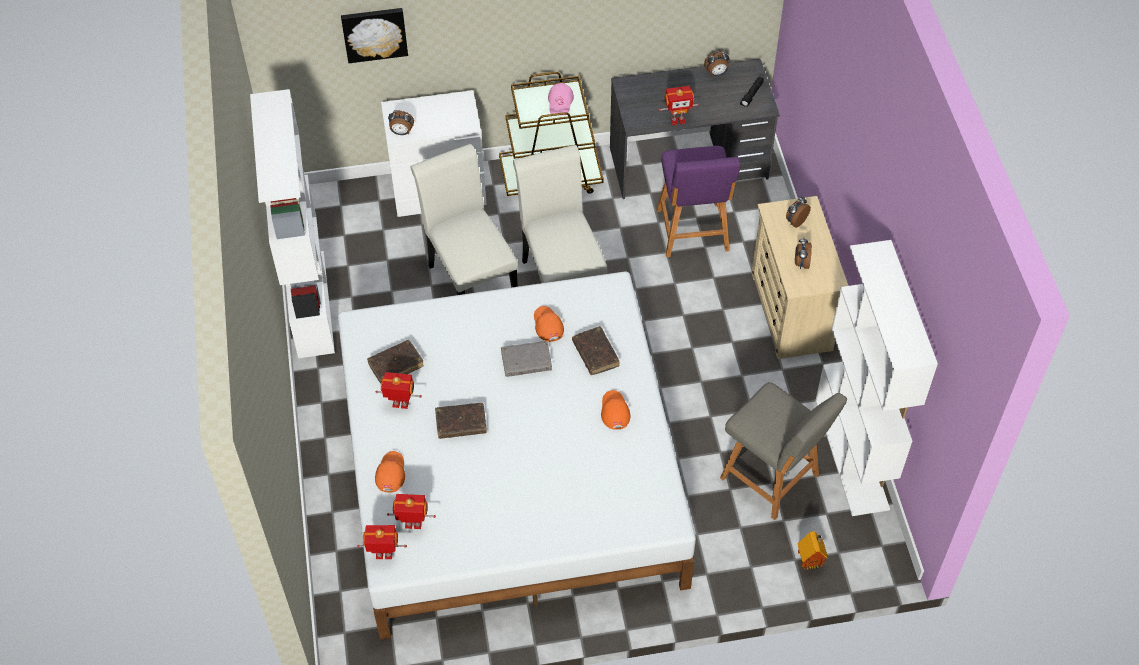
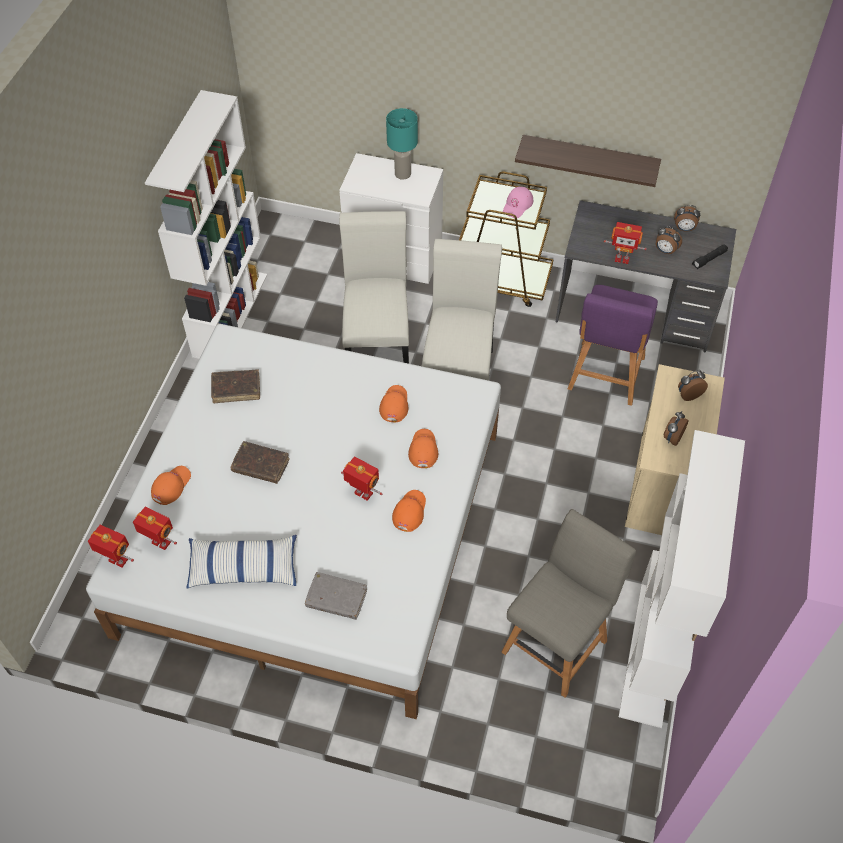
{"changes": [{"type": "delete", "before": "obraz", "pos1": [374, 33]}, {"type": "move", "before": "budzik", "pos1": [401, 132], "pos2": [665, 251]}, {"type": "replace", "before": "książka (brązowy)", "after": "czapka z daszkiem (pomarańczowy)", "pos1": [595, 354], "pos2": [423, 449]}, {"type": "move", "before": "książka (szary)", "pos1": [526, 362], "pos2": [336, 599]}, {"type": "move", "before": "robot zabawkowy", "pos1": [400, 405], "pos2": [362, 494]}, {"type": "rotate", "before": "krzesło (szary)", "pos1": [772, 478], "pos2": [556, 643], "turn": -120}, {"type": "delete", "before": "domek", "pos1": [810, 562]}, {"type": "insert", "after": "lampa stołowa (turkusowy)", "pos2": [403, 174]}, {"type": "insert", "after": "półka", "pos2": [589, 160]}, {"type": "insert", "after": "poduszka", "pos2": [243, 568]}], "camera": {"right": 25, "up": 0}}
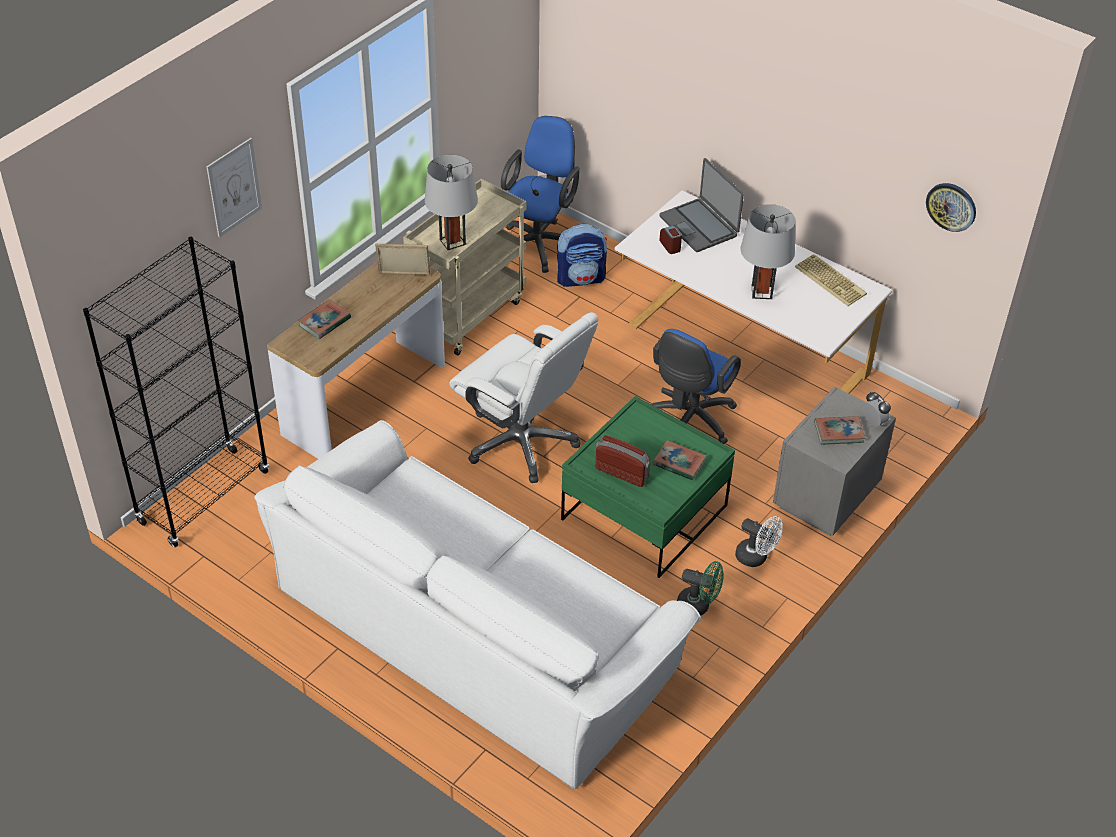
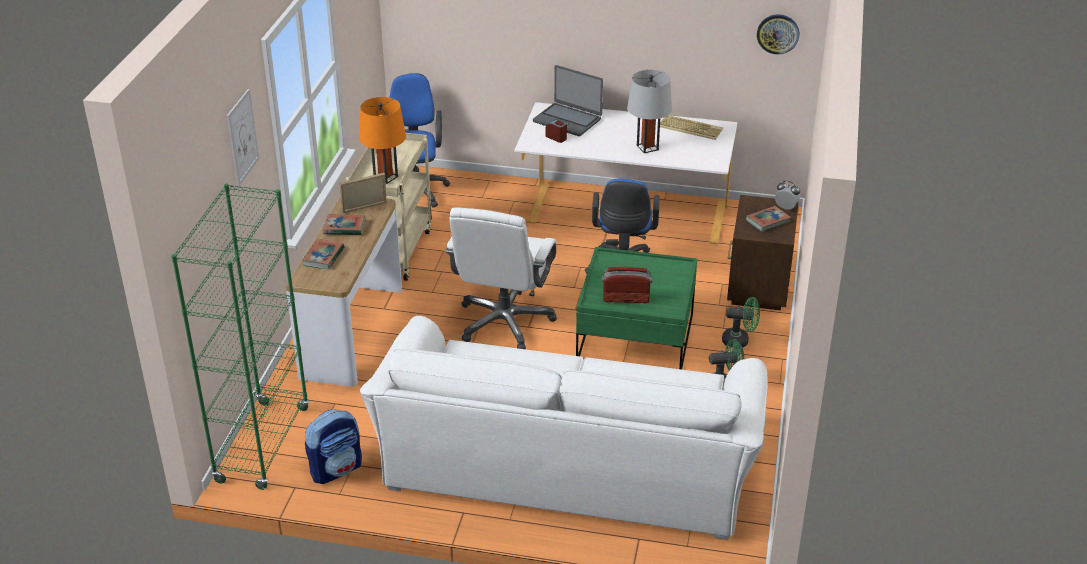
{"changes": [{"type": "recolor", "before": "lampa stołowa (szary)", "after": "lampa stołowa (pomarańczowy)", "pos1": [452, 242], "pos2": [385, 177]}, {"type": "move", "before": "plecak", "pos1": [581, 278], "pos2": [336, 469]}, {"type": "recolor", "before": "regał (czarny)", "after": "regał (zielony)", "pos1": [204, 497], "pos2": [263, 445]}, {"type": "rotate", "before": "krzesło biurowe (biały)", "pos1": [522, 442], "pos2": [504, 322], "turn": 90}, {"type": "recolor", "before": "szafka nocna (szary)", "after": "szafka nocna (brązowy)", "pos1": [823, 498], "pos2": [757, 288]}, {"type": "move", "before": "książka", "pos1": [679, 463], "pos2": [344, 227]}, {"type": "recolor", "before": "wentylator (biały)", "after": "wentylator (zielony)", "pos1": [756, 557], "pos2": [740, 341]}], "camera": {"right": -25, "up": -10}}
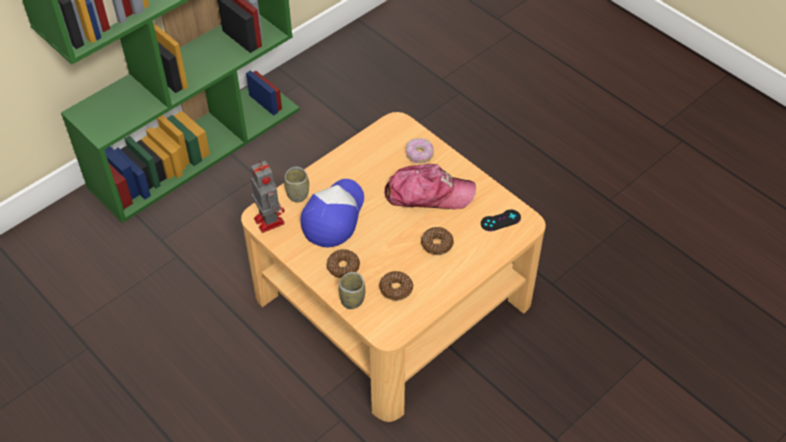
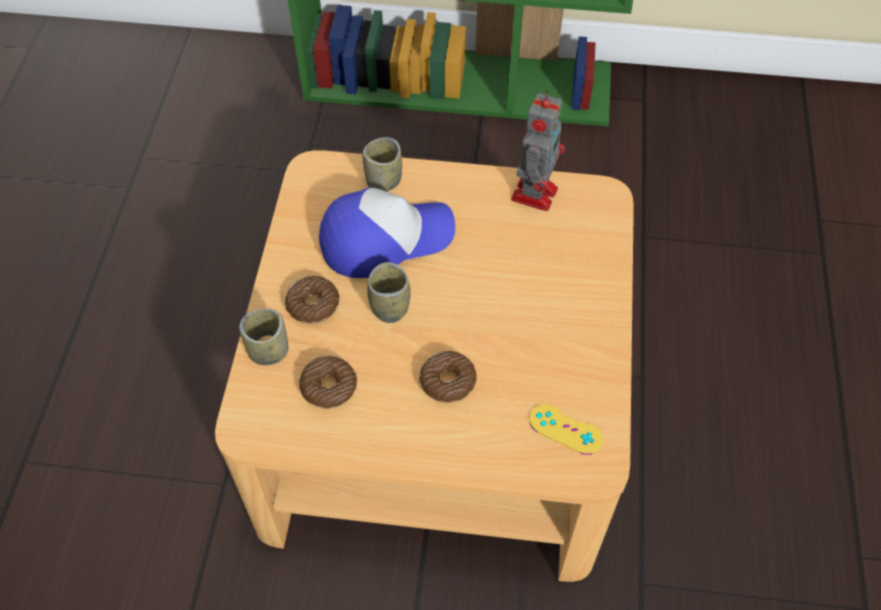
{"changes": [{"type": "delete", "before": "donut", "pos1": [419, 155]}, {"type": "move", "before": "robot zabawkowy", "pos1": [268, 220], "pos2": [535, 192]}, {"type": "delete", "before": "czapka z daszkiem", "pos1": [428, 194]}, {"type": "recolor", "before": "pad do gier (czarny)", "after": "pad do gier (żółty)", "pos1": [500, 220], "pos2": [565, 429]}, {"type": "insert", "after": "filiżanka", "pos2": [390, 308]}], "camera": {"right": 50, "up": 5}}
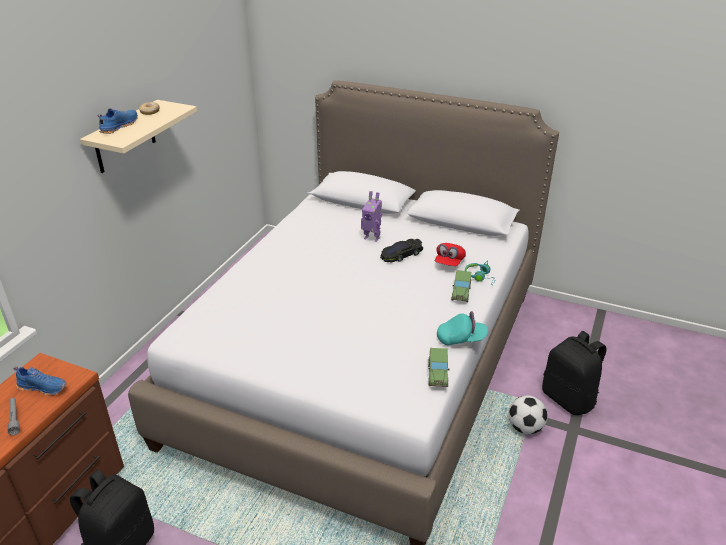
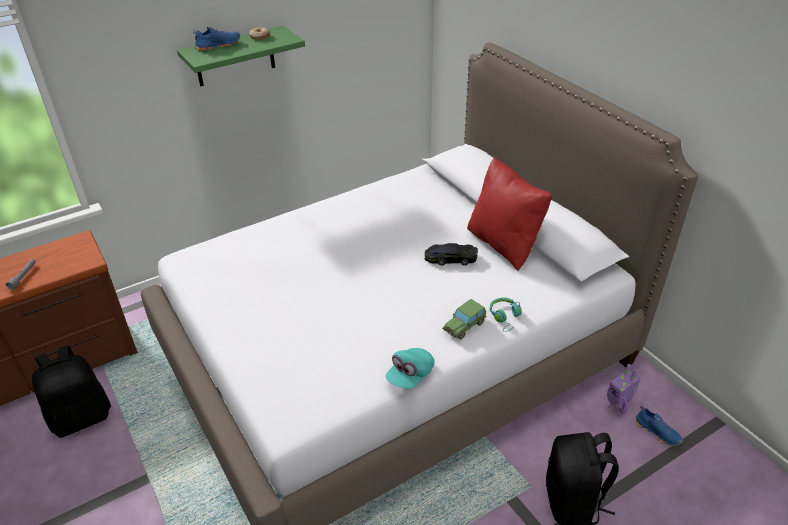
{"changes": [{"type": "recolor", "before": "półka (beżowy)", "after": "półka (zielony)", "pos1": [125, 137], "pos2": [235, 57]}, {"type": "move", "before": "robot zabawkowy", "pos1": [372, 237], "pos2": [617, 409]}, {"type": "delete", "before": "czapka z daszkiem (czerwony)", "pos1": [449, 262]}, {"type": "rotate", "before": "czapka z daszkiem (turkusowy)", "pos1": [461, 339], "pos2": [410, 375], "turn": 90}, {"type": "delete", "before": "samochodzik", "pos1": [437, 375]}, {"type": "move", "before": "but (niebieski)", "pos1": [43, 387], "pos2": [657, 431]}, {"type": "delete", "before": "piłka futbolowa", "pos1": [525, 428]}, {"type": "insert", "after": "poduszka (czerwony)", "pos2": [504, 244]}], "camera": {"right": 35, "up": 5}}
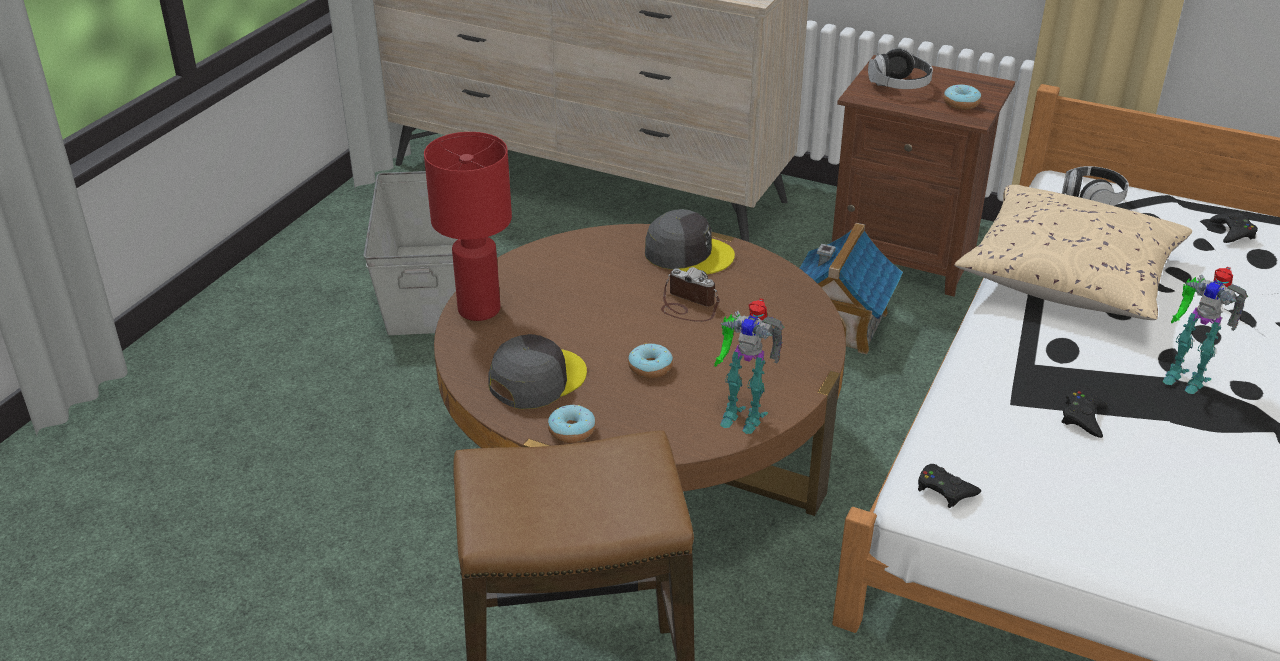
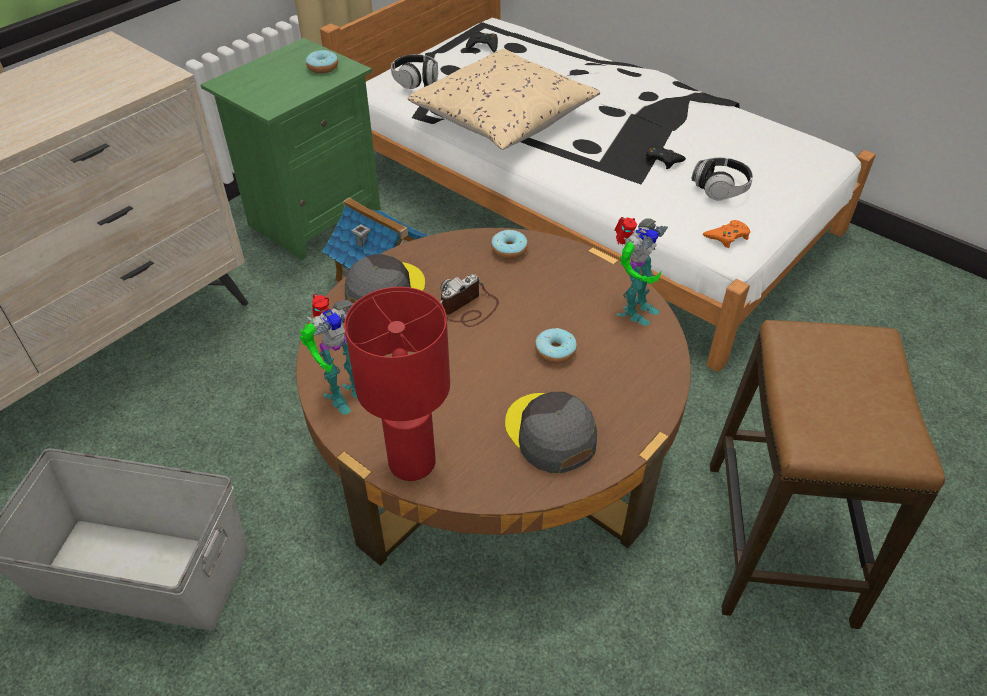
{"changes": [{"type": "move", "before": "słuchawki", "pos1": [899, 86], "pos2": [720, 188]}, {"type": "recolor", "before": "szafka nocna (brązowy)", "after": "szafka nocna (zielony)", "pos1": [905, 255], "pos2": [312, 217]}, {"type": "move", "before": "robot zabawkowy", "pos1": [1185, 375], "pos2": [343, 394]}, {"type": "move", "before": "donut", "pos1": [572, 431], "pos2": [509, 250]}, {"type": "recolor", "before": "pad do gier (czarny)", "after": "pad do gier (pomarańczowy)", "pos1": [945, 490], "pos2": [727, 236]}], "camera": {"right": -75, "up": 10}}
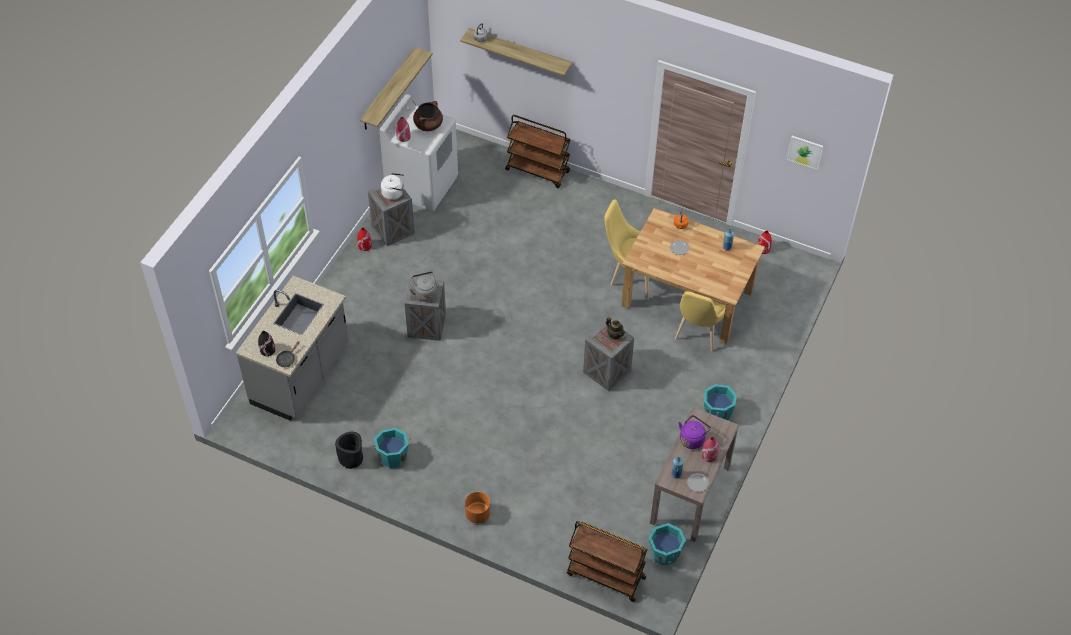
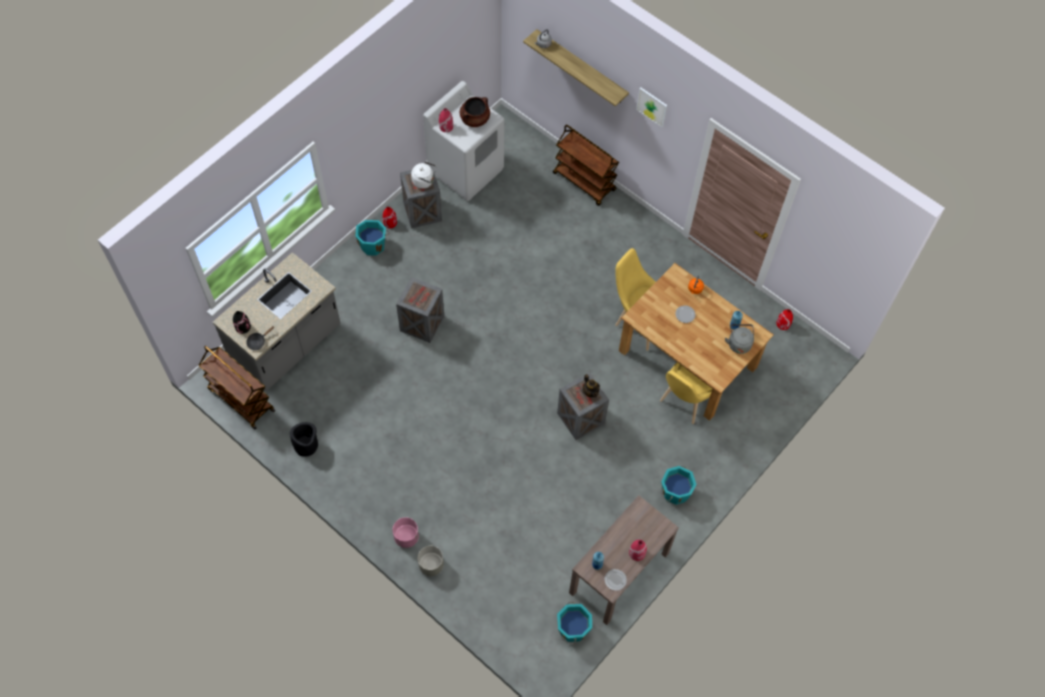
{"changes": [{"type": "delete", "before": "półka", "pos1": [388, 90]}, {"type": "move", "before": "obraz", "pos1": [805, 152], "pos2": [652, 106]}, {"type": "move", "before": "czajnik (szary)", "pos1": [425, 293], "pos2": [739, 343]}, {"type": "delete", "before": "czajnik (fioletowy)", "pos1": [692, 439]}, {"type": "move", "before": "wiadro (turkusowy)", "pos1": [393, 456], "pos2": [372, 245]}, {"type": "recolor", "before": "donica (pomarańczowy)", "after": "donica (różowy)", "pos1": [477, 514], "pos2": [406, 537]}, {"type": "move", "before": "wózek (brązowy)", "pos1": [605, 576], "pos2": [241, 400]}, {"type": "insert", "after": "donica (szary)", "pos2": [431, 565]}], "camera": {"right": 15, "up": 10}}
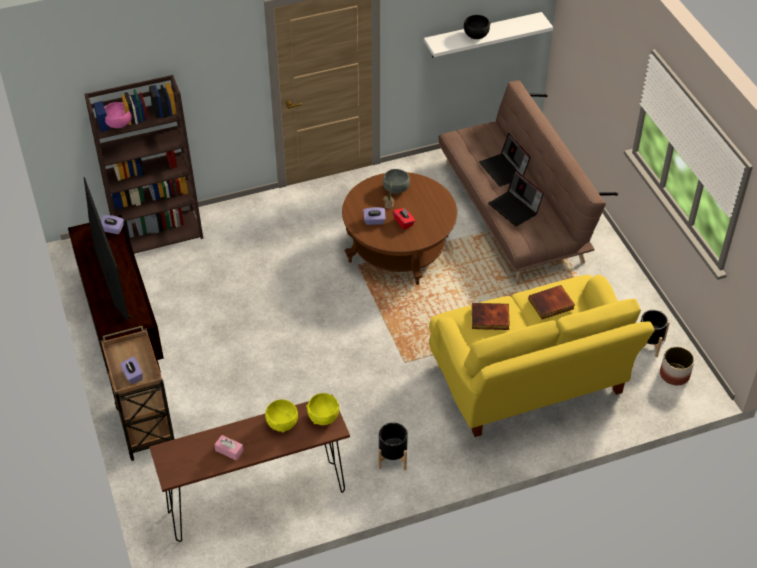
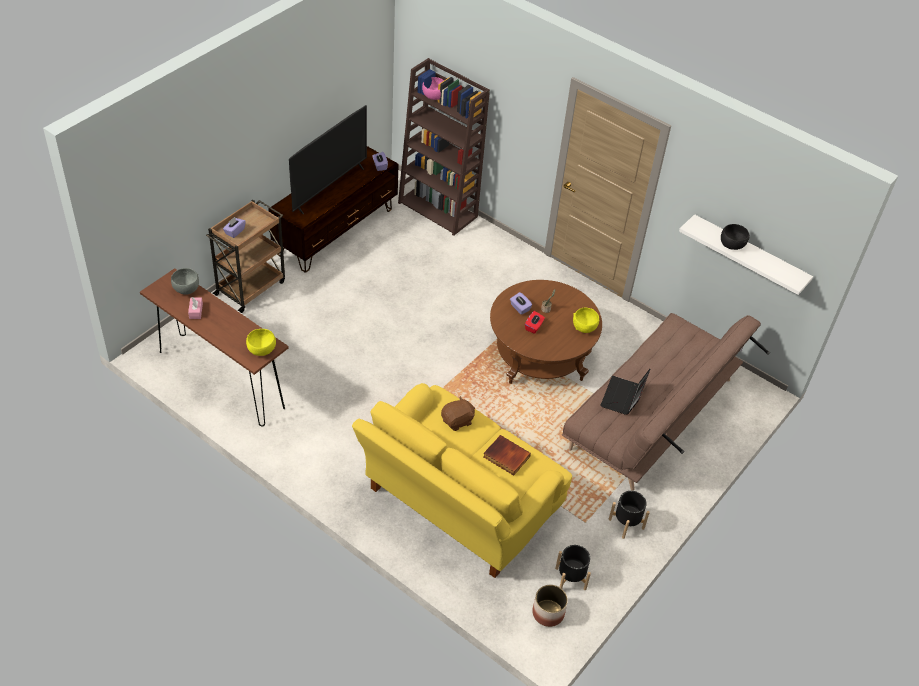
{"changes": [{"type": "delete", "before": "laptop", "pos1": [504, 170]}, {"type": "move", "before": "miska (szary)", "pos1": [396, 189], "pos2": [186, 289]}, {"type": "replace", "before": "książka", "after": "pluszak (brązowy)", "pos1": [489, 319], "pos2": [457, 421]}, {"type": "move", "before": "miska (żółty)", "pos1": [282, 423], "pos2": [584, 327]}, {"type": "move", "before": "donica (czarny)", "pos1": [392, 457], "pos2": [626, 523]}], "camera": {"right": 55, "up": 0}}
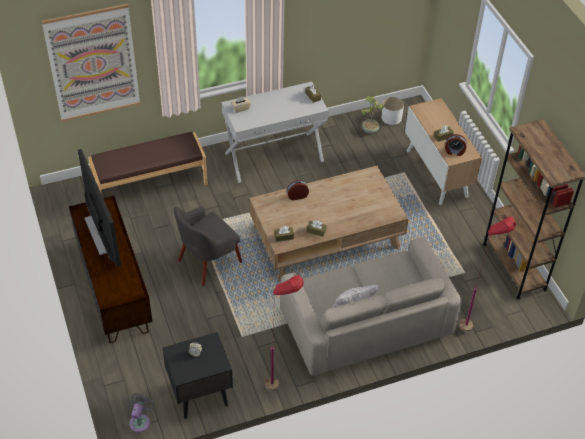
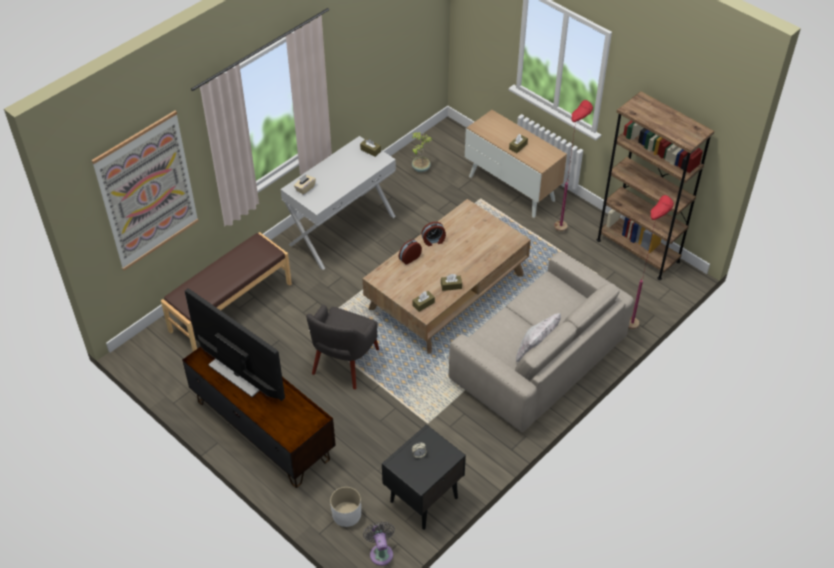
{"changes": [{"type": "move", "before": "donica (biały)", "pos1": [391, 118], "pos2": [346, 514]}, {"type": "move", "before": "budzik", "pos1": [454, 152], "pos2": [433, 241]}, {"type": "move", "before": "lampa stojąca (czerwony)", "pos1": [282, 381], "pos2": [565, 222]}], "camera": {"right": -25, "up": 0}}
